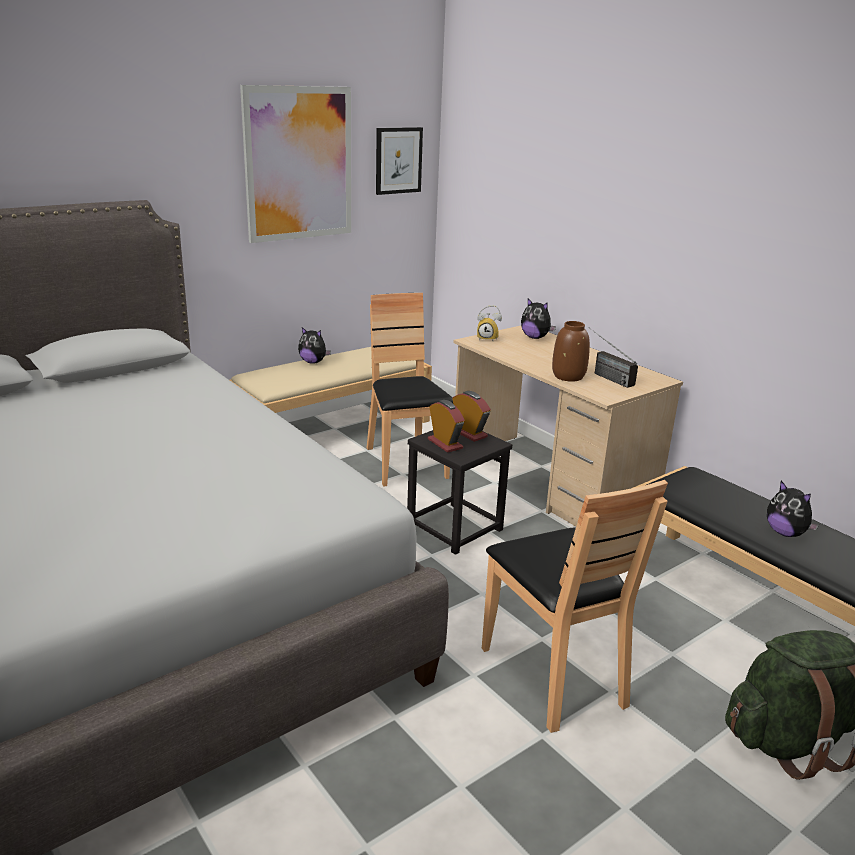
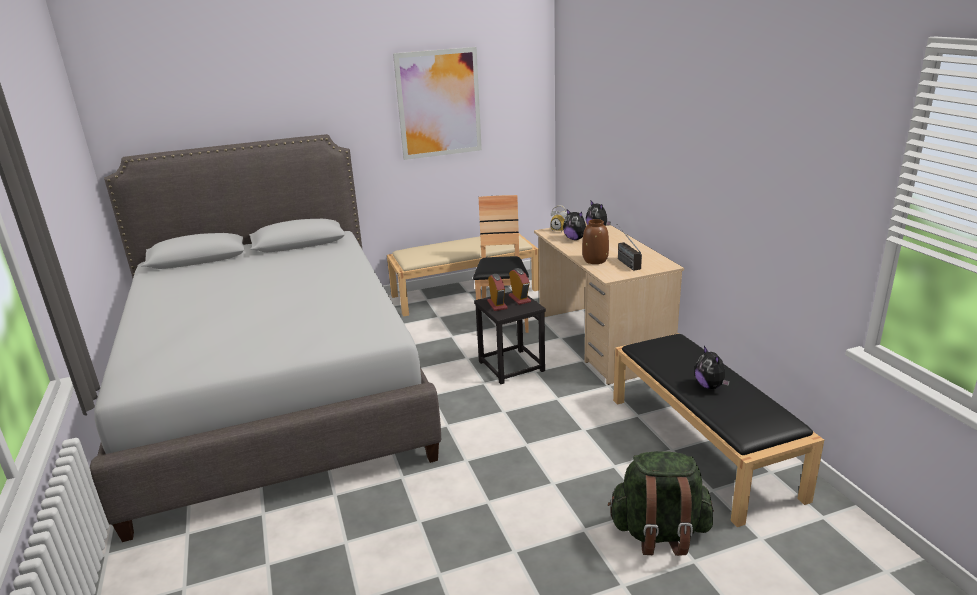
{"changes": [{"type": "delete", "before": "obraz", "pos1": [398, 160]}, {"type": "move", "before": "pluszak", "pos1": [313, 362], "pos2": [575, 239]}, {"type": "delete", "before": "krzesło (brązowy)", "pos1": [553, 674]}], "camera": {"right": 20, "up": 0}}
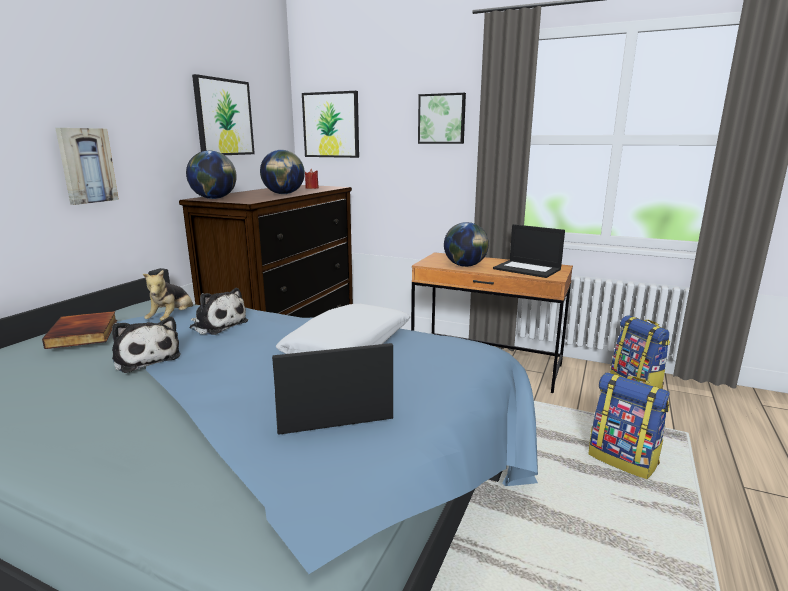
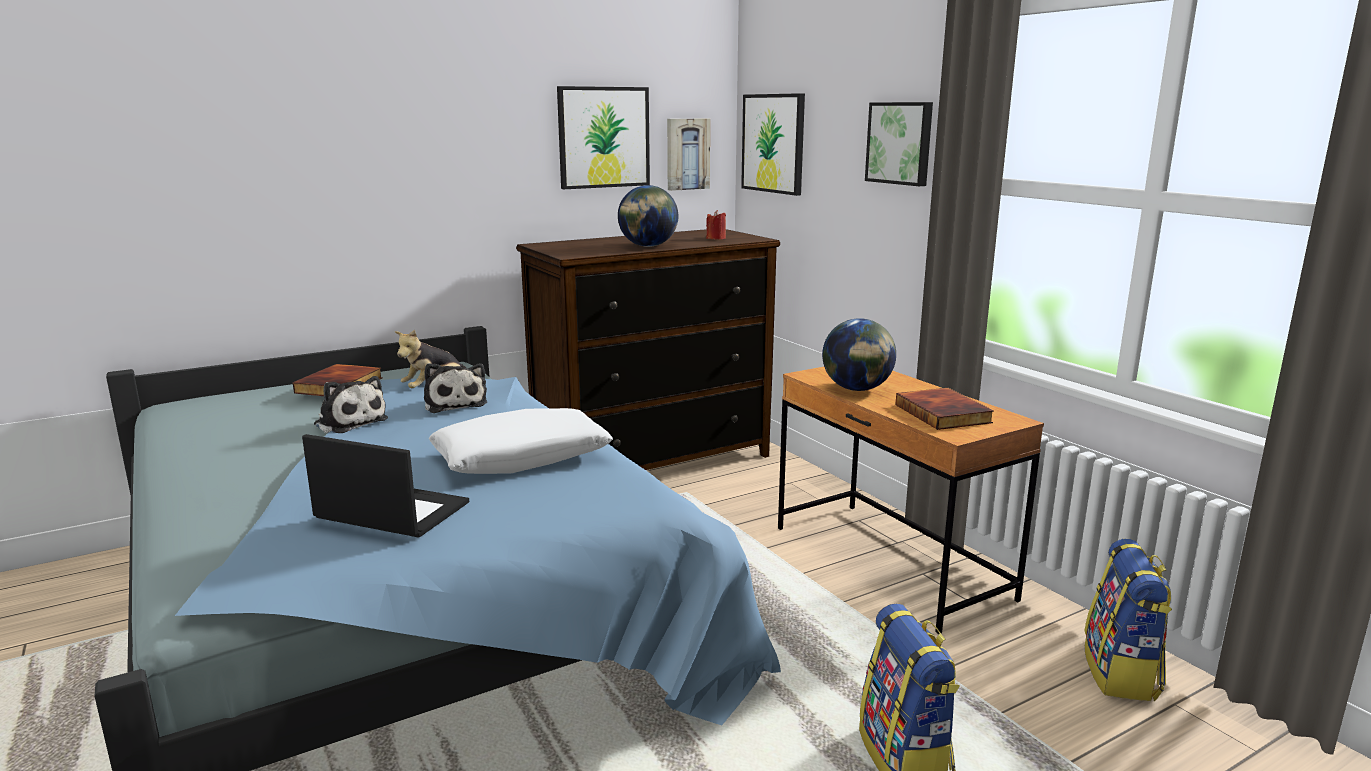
{"changes": [{"type": "move", "before": "obraz", "pos1": [86, 165], "pos2": [687, 154]}, {"type": "delete", "before": "globus", "pos1": [214, 198]}, {"type": "replace", "before": "laptop", "after": "książka", "pos1": [528, 269], "pos2": [944, 413]}, {"type": "rotate", "before": "pluszak", "pos1": [146, 358], "pos2": [349, 422], "turn": -45}], "camera": {"right": 35, "up": 0}}
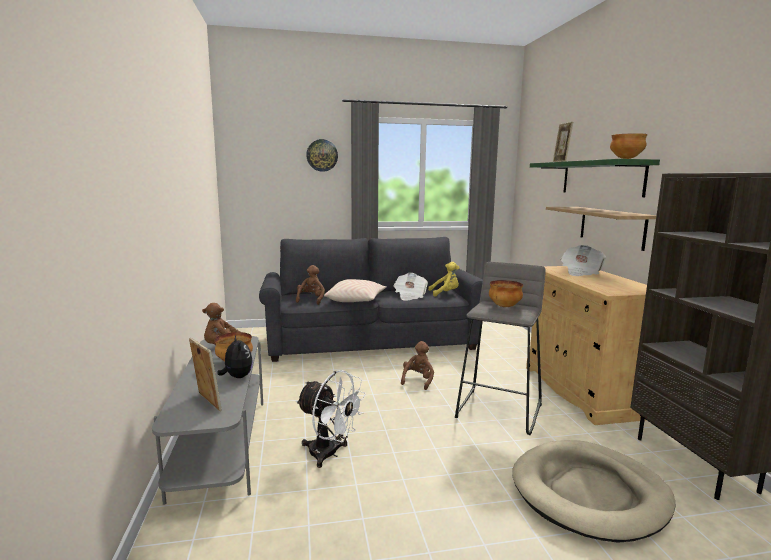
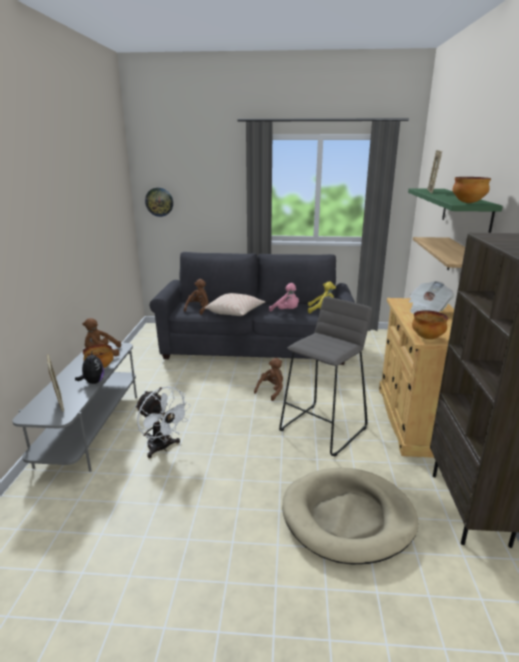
{"changes": [{"type": "move", "before": "zegar ścienny", "pos1": [322, 155], "pos2": [159, 202]}, {"type": "replace", "before": "gazeta", "after": "pluszak (różowy)", "pos1": [410, 296], "pos2": [286, 311]}, {"type": "move", "before": "miska", "pos1": [505, 306], "pos2": [427, 338]}], "camera": {"right": 15, "up": 10}}
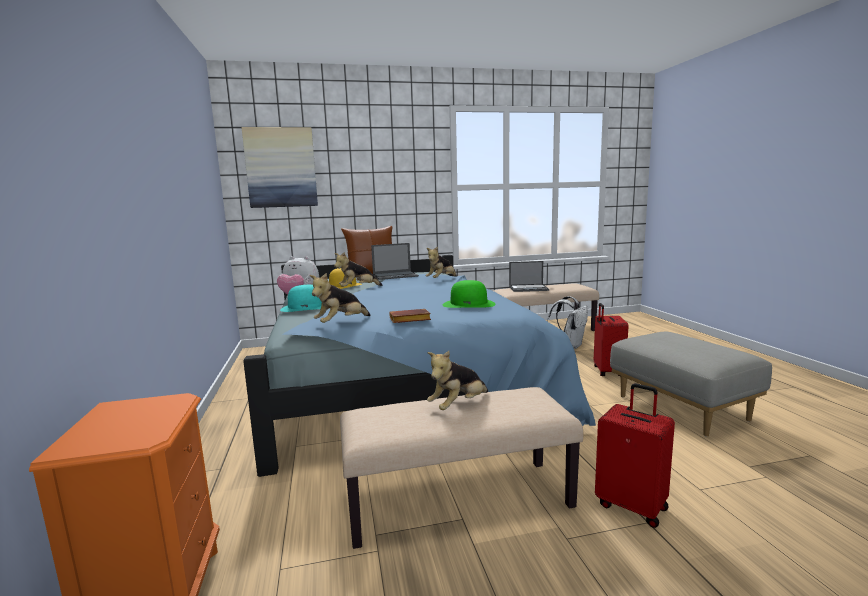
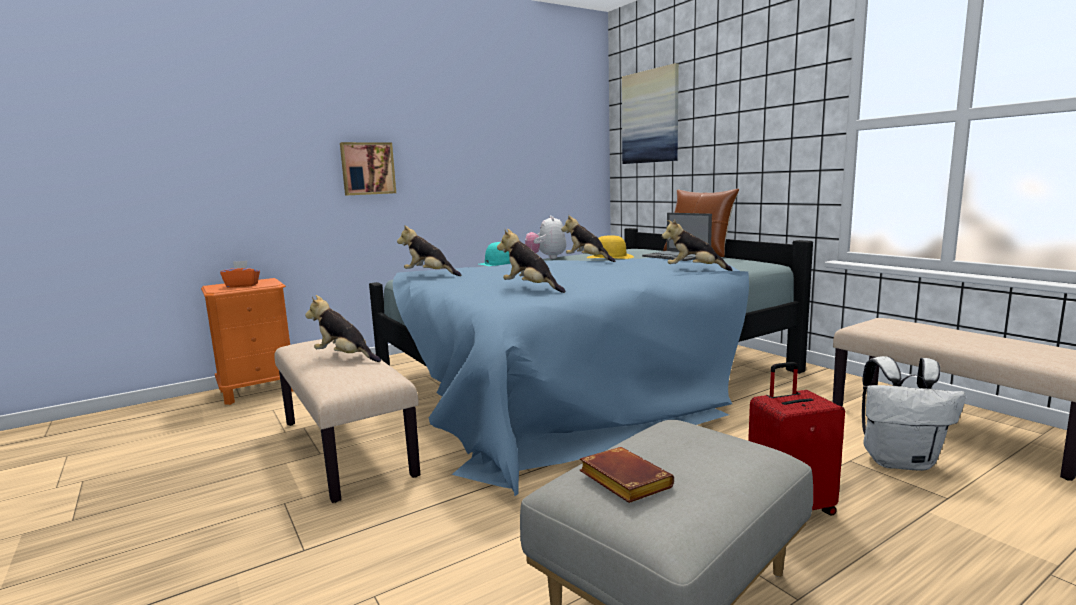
{"changes": [{"type": "delete", "before": "laptop", "pos1": [529, 288]}, {"type": "replace", "before": "kapelusz (zielony)", "after": "pluszak", "pos1": [469, 304], "pos2": [531, 288]}, {"type": "move", "before": "książka (brązowy)", "pos1": [408, 320], "pos2": [621, 481]}, {"type": "delete", "before": "walizka (czerwony)", "pos1": [632, 506]}, {"type": "insert", "after": "obraz", "pos2": [367, 168]}, {"type": "insert", "after": "pudełko chusteczek (pomarańczowy)", "pos2": [242, 285]}], "camera": {"right": 70, "up": 0}}
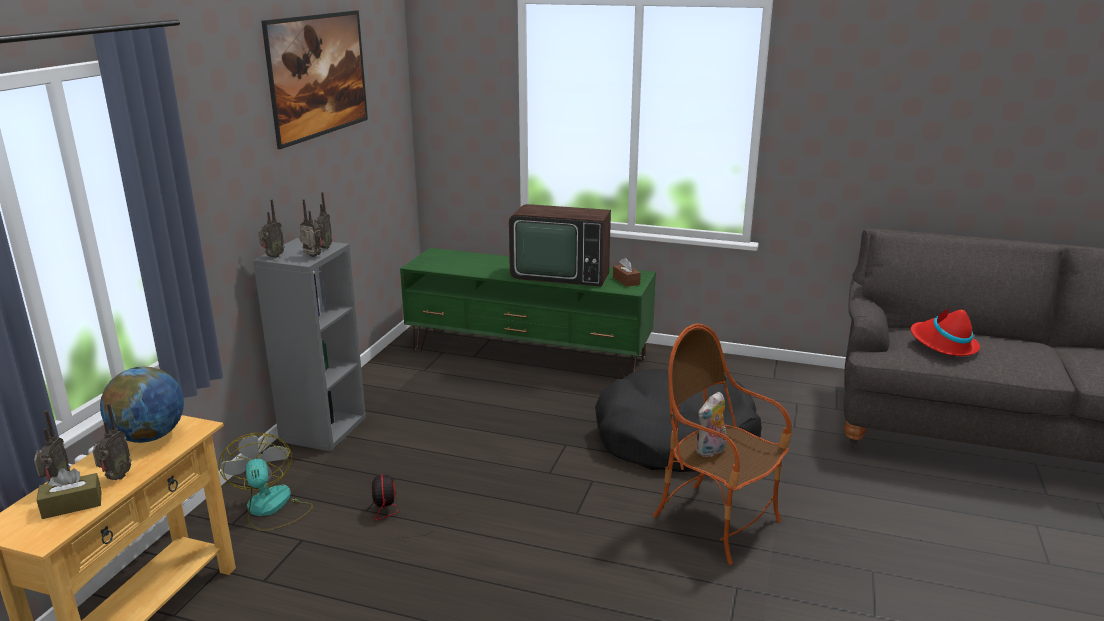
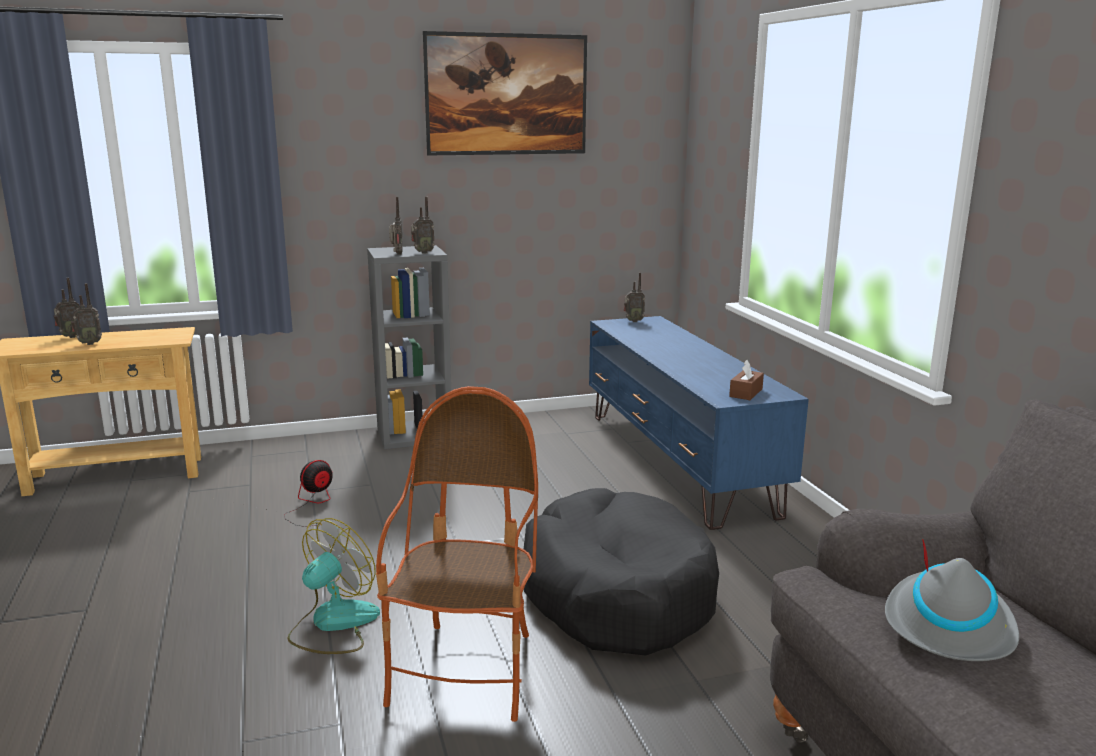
{"changes": [{"type": "move", "before": "radio", "pos1": [272, 257], "pos2": [633, 321]}, {"type": "delete", "before": "telewizor", "pos1": [560, 273]}, {"type": "recolor", "before": "szafka pod telewizor (zielony)", "after": "szafka pod telewizor (niebieski)", "pos1": [529, 353], "pos2": [678, 462]}, {"type": "recolor", "before": "kapelusz (czerwony)", "after": "kapelusz (szary)", "pos1": [942, 344], "pos2": [948, 624]}, {"type": "delete", "before": "globus", "pos1": [149, 437]}, {"type": "delete", "before": "pluszak", "pos1": [711, 451]}, {"type": "move", "before": "wentylator", "pos1": [270, 508], "pos2": [333, 624]}, {"type": "delete", "before": "pudełko chusteczek (brązowy)", "pos1": [72, 505]}], "camera": {"right": 55, "up": -5}}
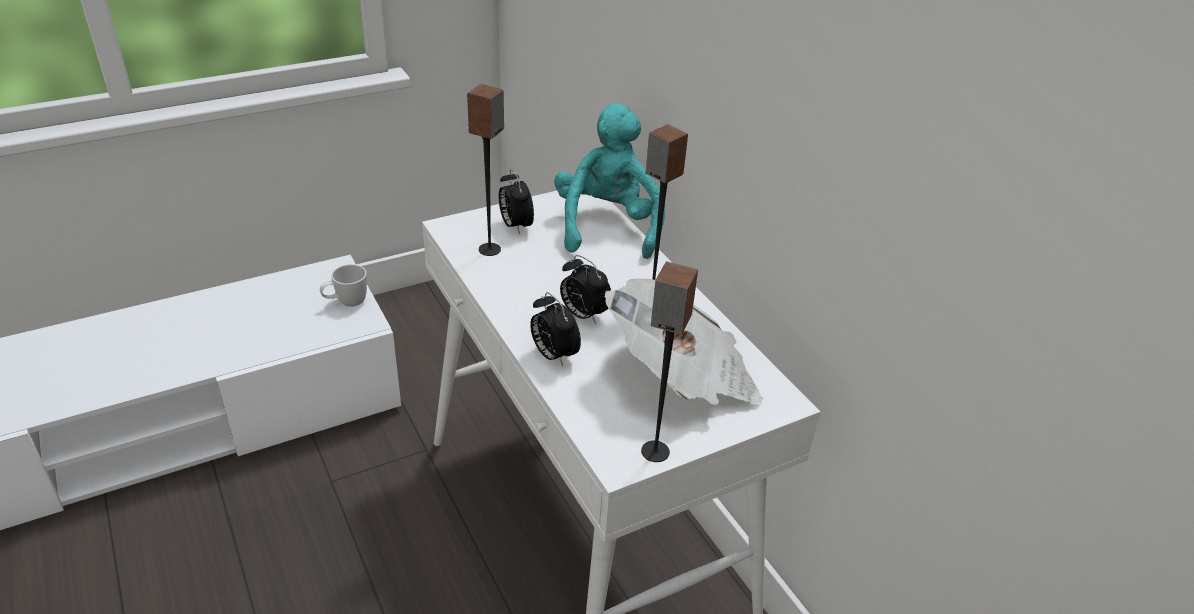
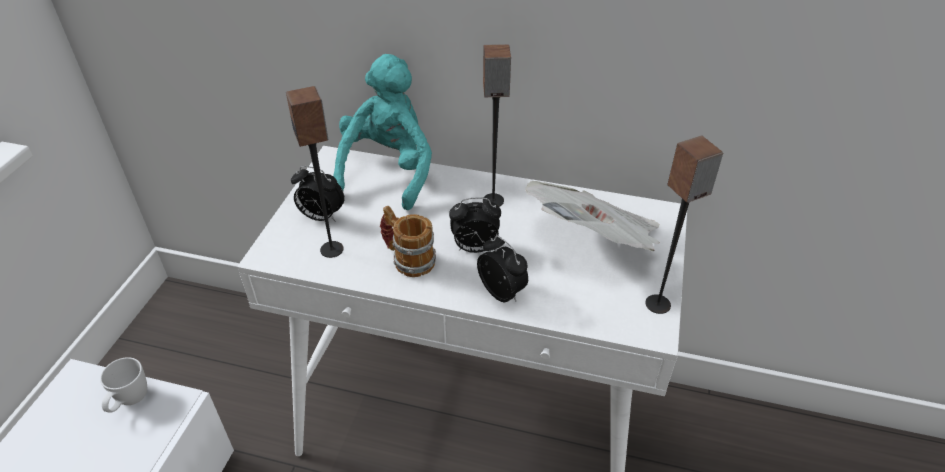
{"changes": [{"type": "rotate", "before": "pluszak (turkusowy)", "pos1": [607, 226], "pos2": [388, 172], "turn": 60}, {"type": "rotate", "before": "budzik", "pos1": [553, 355], "pos2": [502, 292], "turn": -135}, {"type": "insert", "after": "kubek", "pos2": [408, 259]}], "camera": {"right": -45, "up": 5}}
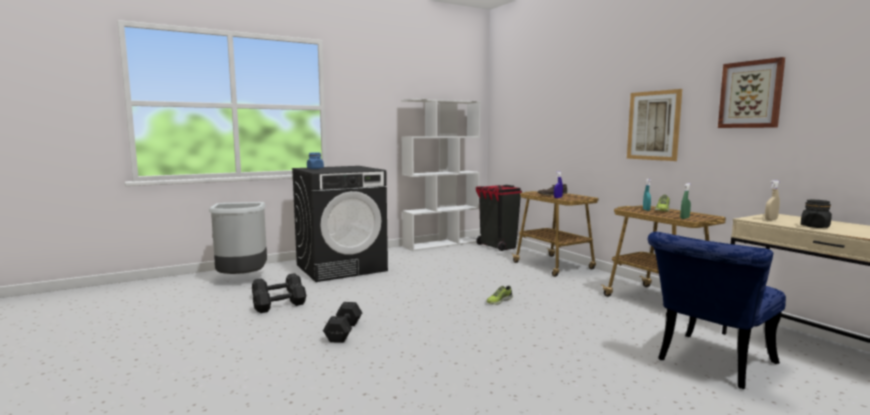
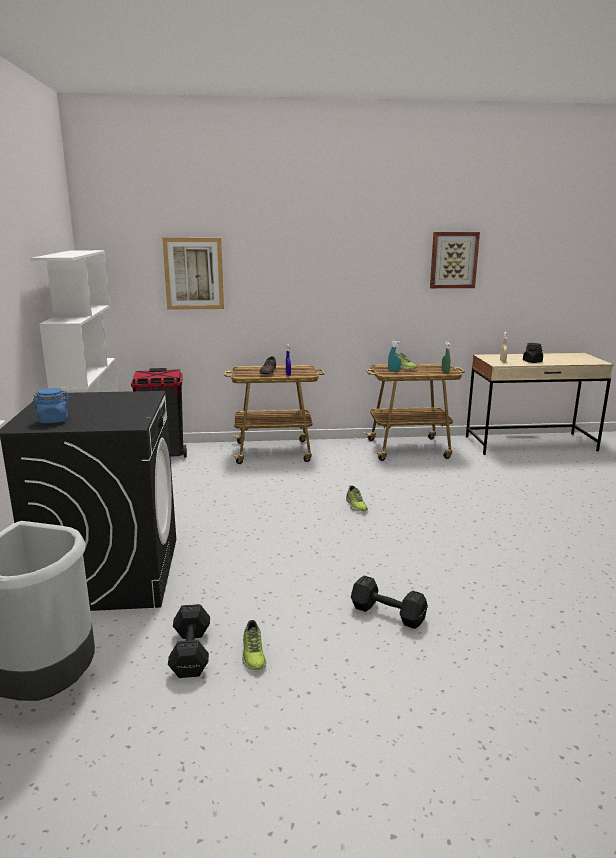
{"changes": [{"type": "move", "before": "obraz", "pos1": [653, 125], "pos2": [194, 274]}, {"type": "delete", "before": "krzesło (niebieski)", "pos1": [709, 364]}, {"type": "replace", "before": "hantel (czarny)", "after": "but", "pos1": [281, 307], "pos2": [253, 654]}], "camera": {"right": -65, "up": 10}}
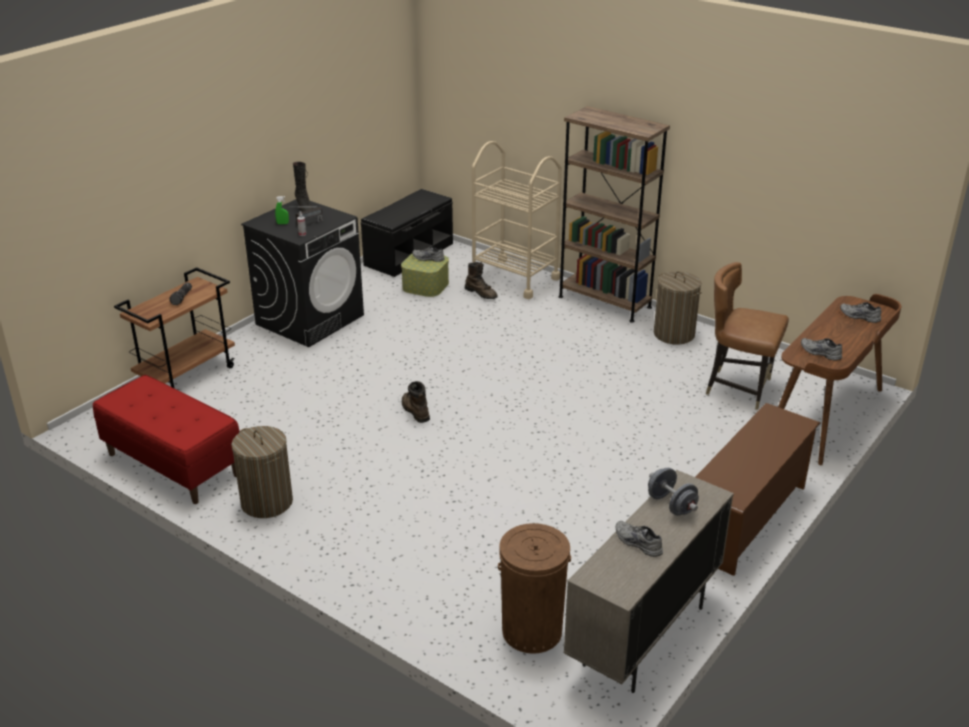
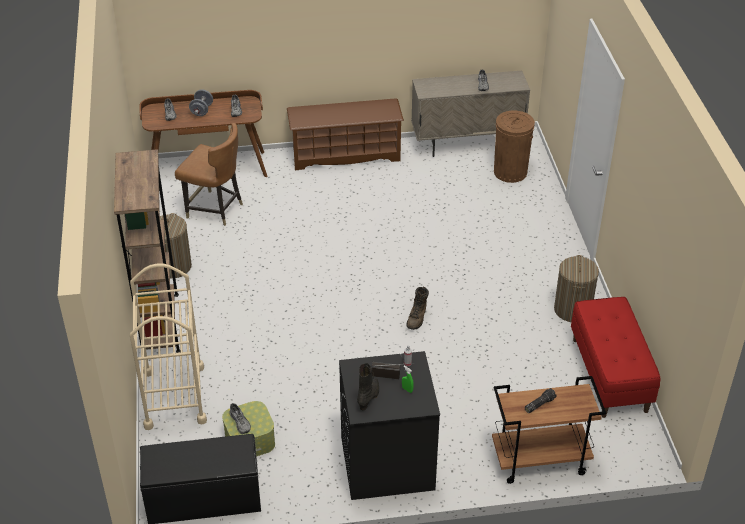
{"changes": [{"type": "delete", "before": "but z cholewką (brązowy)", "pos1": [481, 293]}, {"type": "rotate", "before": "krzesło (brązowy)", "pos1": [738, 388], "pos2": [215, 209], "turn": -45}, {"type": "move", "before": "hantel (szary)", "pos1": [671, 505], "pos2": [202, 110]}], "camera": {"right": -135, "up": 10}}
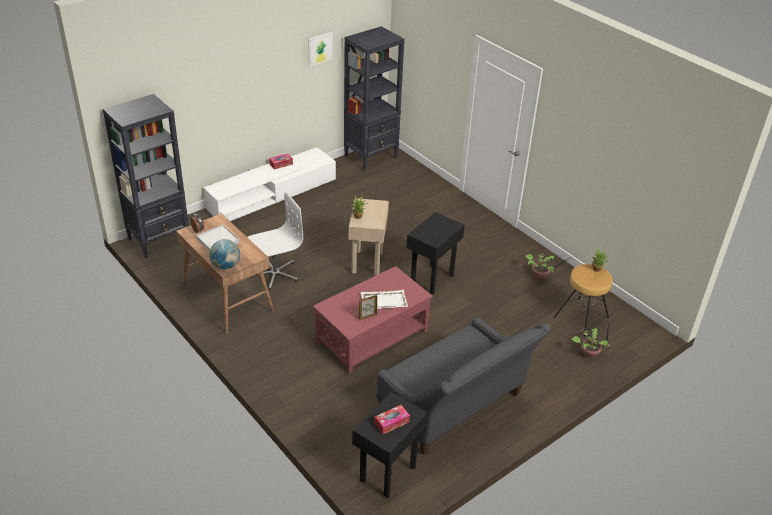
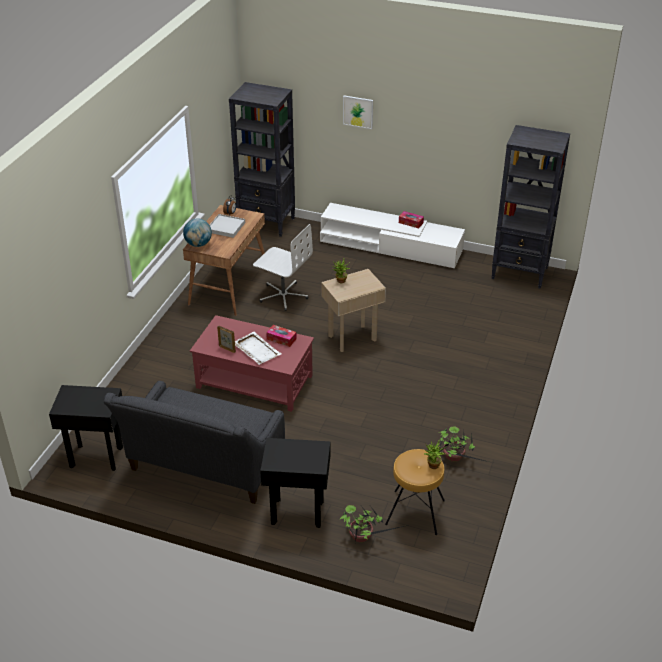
{"changes": [{"type": "move", "before": "obraz", "pos1": [320, 48], "pos2": [358, 111]}, {"type": "move", "before": "stolik (czarny)", "pos1": [431, 279], "pos2": [297, 512]}, {"type": "move", "before": "pudełko chusteczek", "pos1": [391, 422], "pos2": [281, 339]}], "camera": {"right": 60, "up": 0}}
